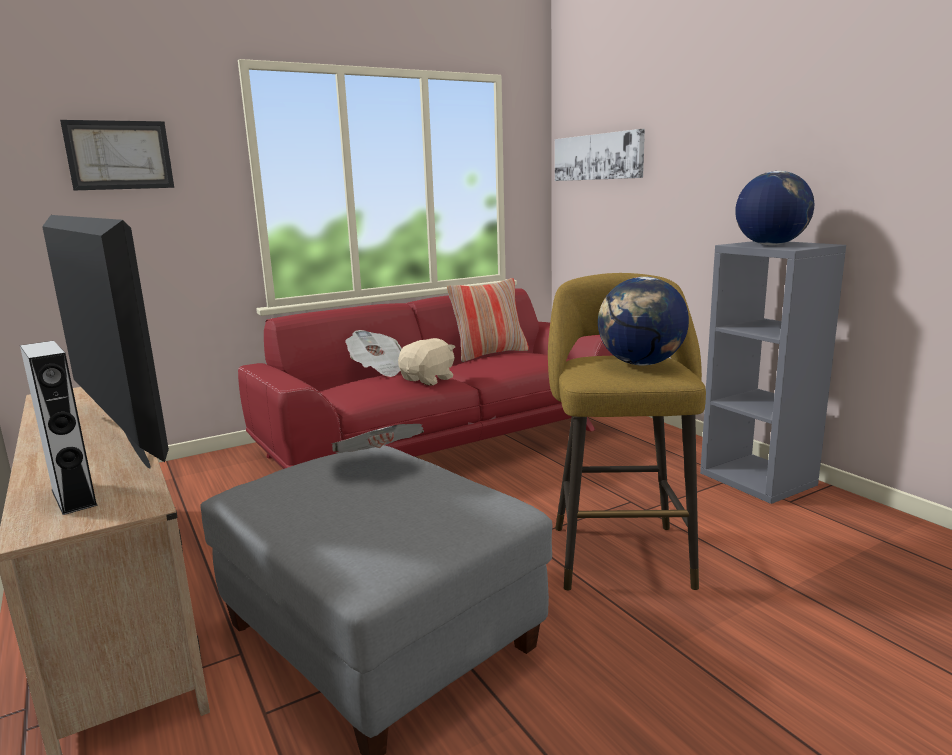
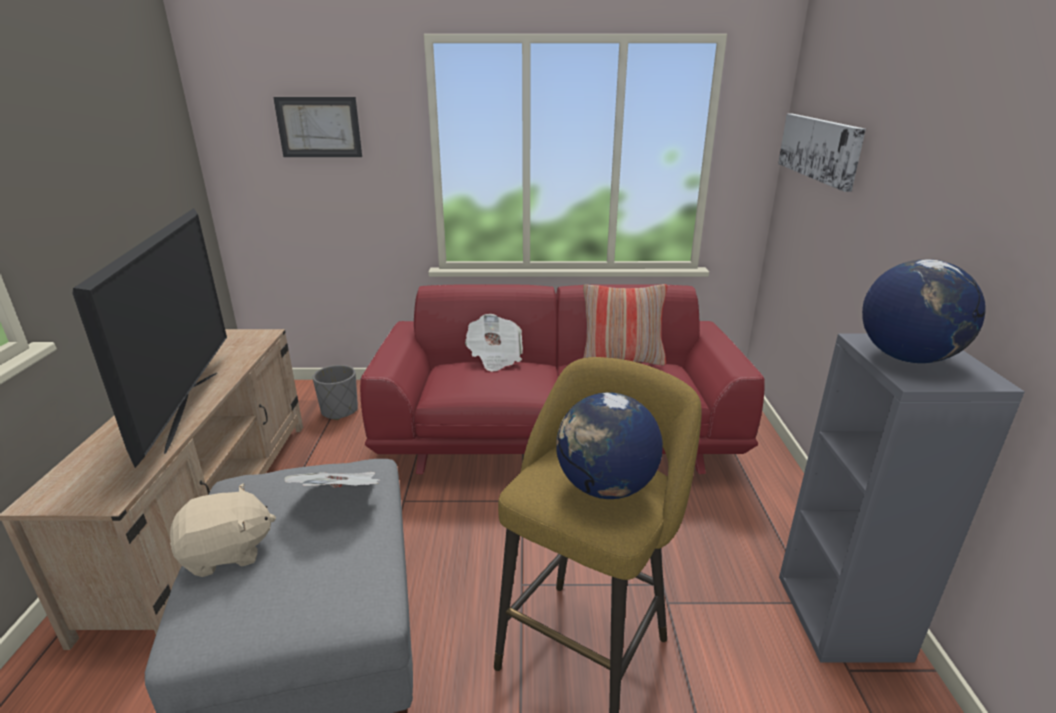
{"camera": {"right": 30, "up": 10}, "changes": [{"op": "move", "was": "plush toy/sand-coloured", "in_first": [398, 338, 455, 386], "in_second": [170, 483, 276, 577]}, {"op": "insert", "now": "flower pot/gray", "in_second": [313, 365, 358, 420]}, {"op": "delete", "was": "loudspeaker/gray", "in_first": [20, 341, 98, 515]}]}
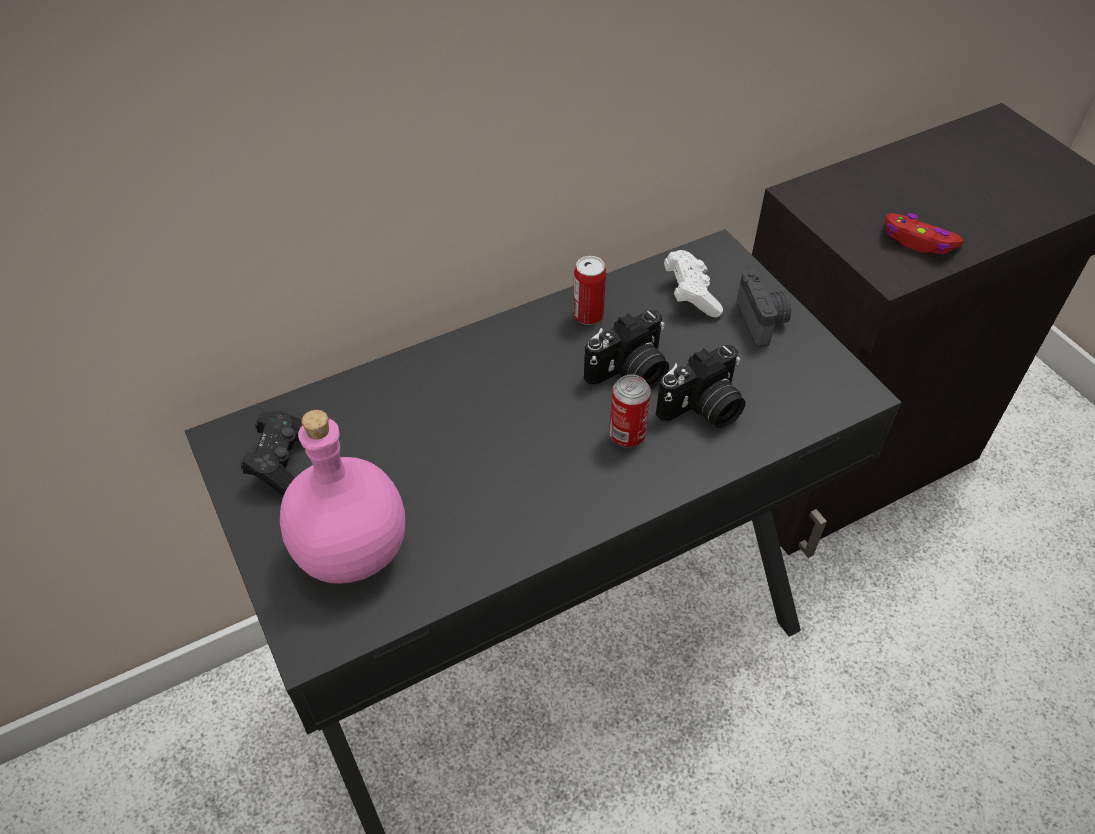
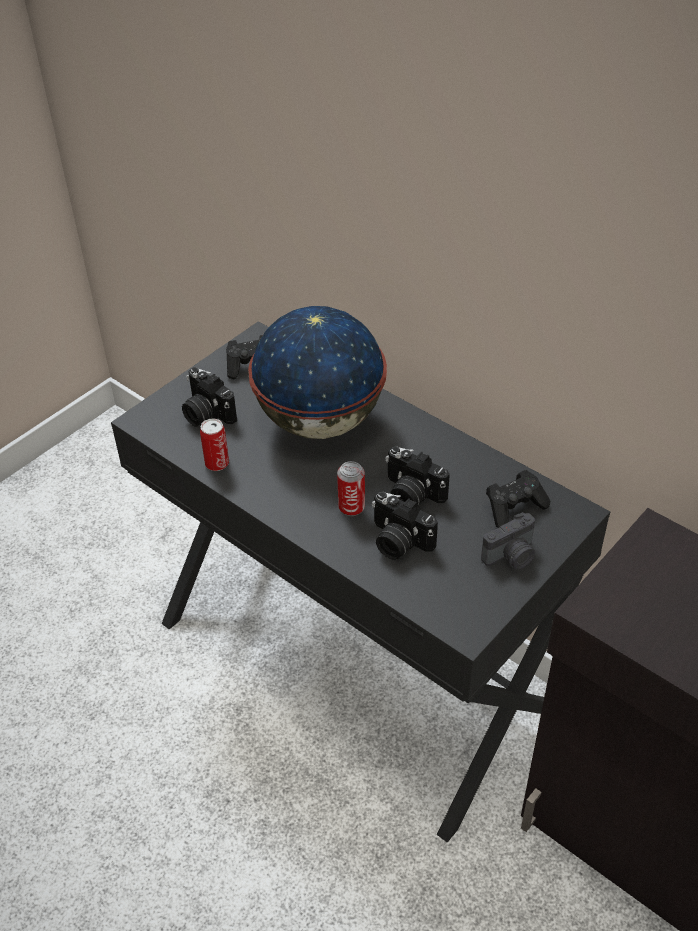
{"camera": {"right": 70, "up": -5}, "changes": [{"op": "replace", "was": "beverage bottle/pinkish", "now": "still camera", "in_first": [280, 410, 405, 584], "in_second": [182, 367, 237, 427]}, {"op": "move", "was": "can", "in_first": [573, 256, 606, 325], "in_second": [200, 419, 229, 471]}, {"op": "insert", "now": "globe", "in_second": [248, 306, 387, 439]}, {"op": "recolor", "was": "gamepad/white-coloured", "now": "gamepad/black", "in_first": [664, 250, 723, 317], "in_second": [486, 470, 550, 528]}, {"op": "delete", "was": "gamepad/red", "in_first": [885, 213, 964, 254]}]}
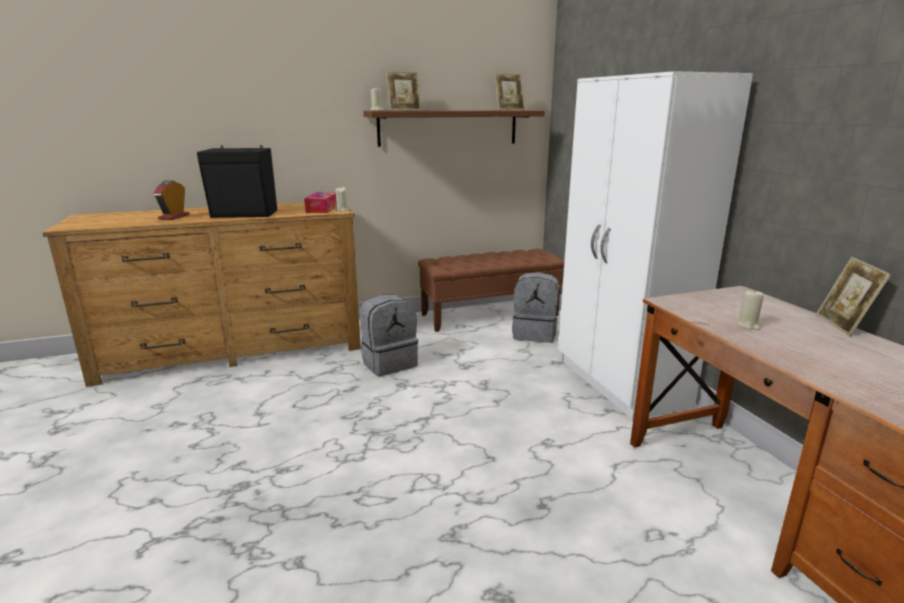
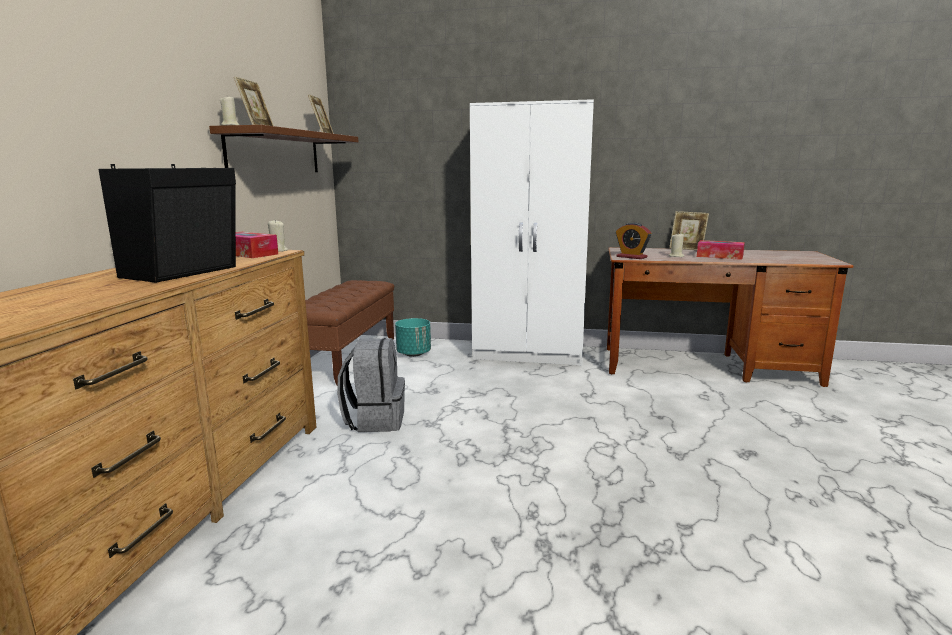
{"camera": {"right": -60, "up": -5}, "changes": [{"op": "replace", "was": "knapsack/gray", "now": "flower pot/turquoise", "in_first": [512, 272, 559, 343], "in_second": [395, 318, 431, 357]}, {"op": "move", "was": "table clock", "in_first": [154, 180, 189, 220], "in_second": [616, 223, 651, 259]}, {"op": "insert", "now": "box of tissues", "in_second": [697, 240, 745, 260]}]}
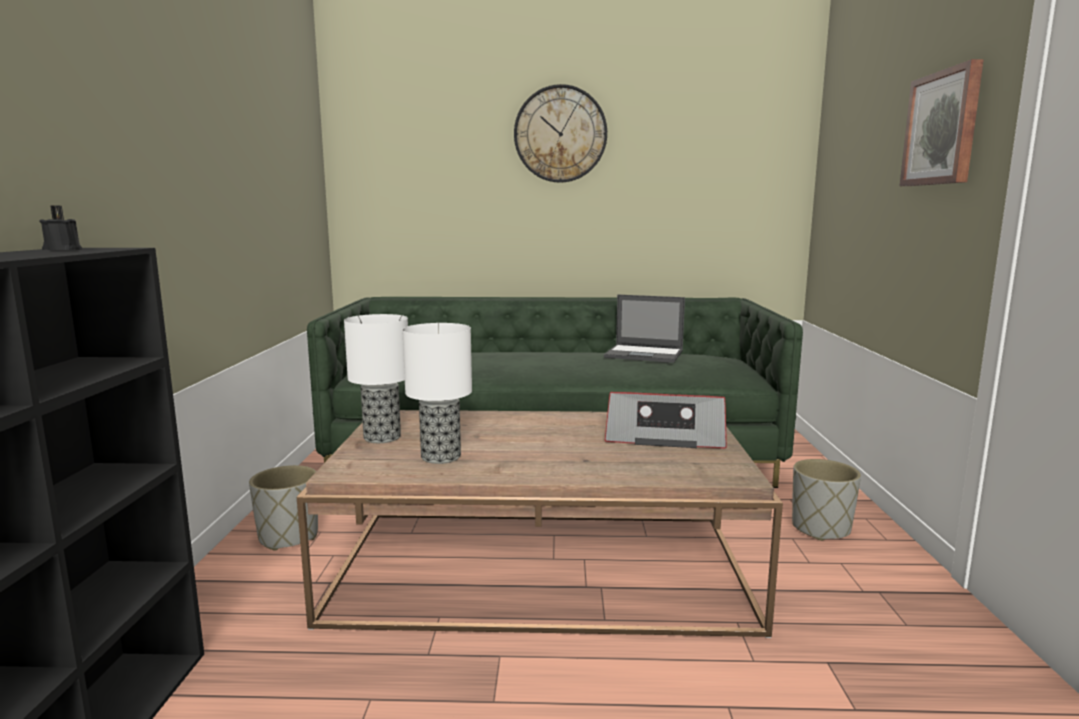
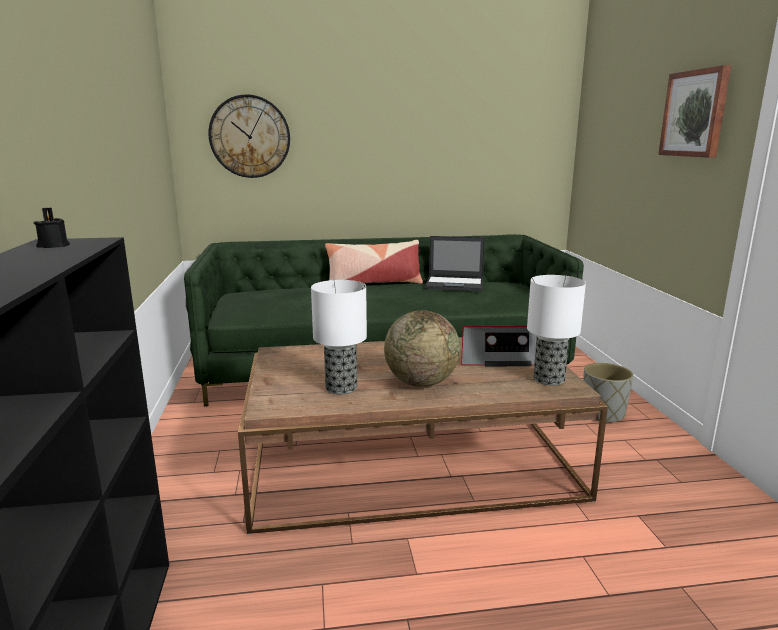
{"camera": {"right": -10, "up": 5}, "changes": [{"op": "move", "was": "wall clock", "in_first": [514, 84, 607, 183], "in_second": [208, 94, 290, 178]}, {"op": "insert", "now": "throw pillow", "in_second": [325, 240, 423, 284]}, {"op": "insert", "now": "globe", "in_second": [384, 310, 460, 387]}, {"op": "move", "was": "lamp for a table", "in_first": [344, 314, 408, 443], "in_second": [527, 275, 586, 385]}, {"op": "delete", "was": "flower pot/gray", "in_first": [249, 465, 318, 551]}]}
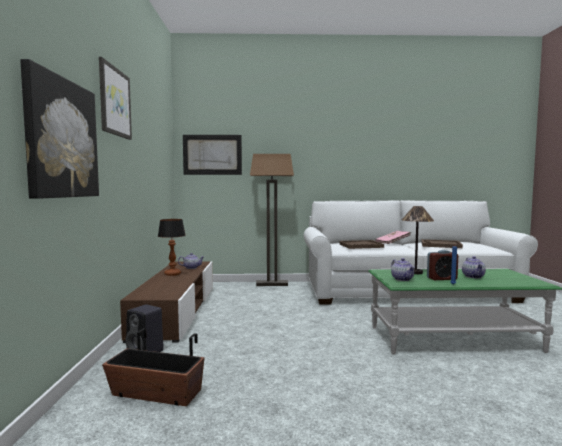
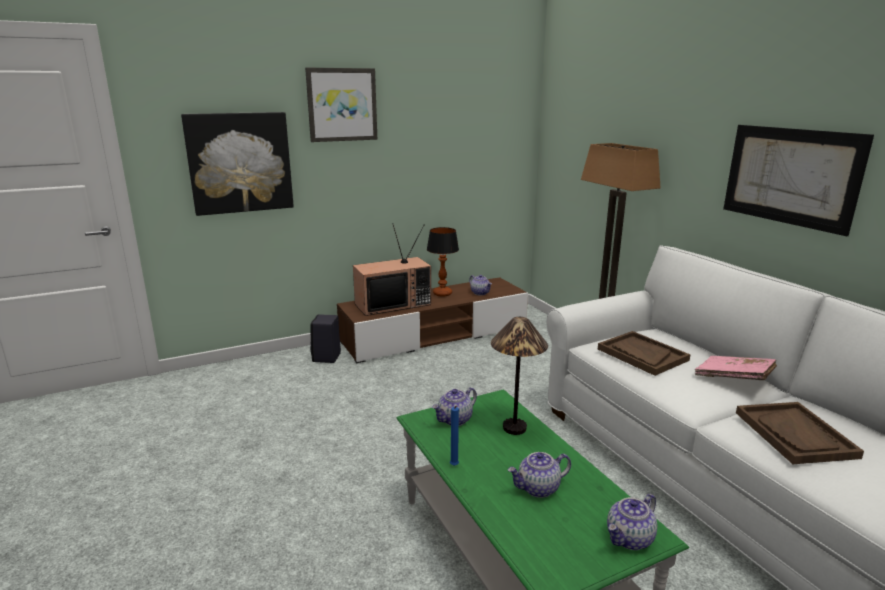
{"camera": {"right": 65, "up": 15}, "changes": [{"op": "insert", "now": "television", "in_second": [353, 223, 431, 316]}, {"op": "insert", "now": "pot for tea", "in_second": [607, 494, 657, 550]}, {"op": "move", "was": "wall picture", "in_first": [183, 135, 242, 175], "in_second": [723, 125, 874, 236]}, {"op": "delete", "was": "flower pot", "in_first": [102, 328, 205, 406]}, {"op": "delete", "was": "table clock", "in_first": [427, 250, 458, 280]}]}
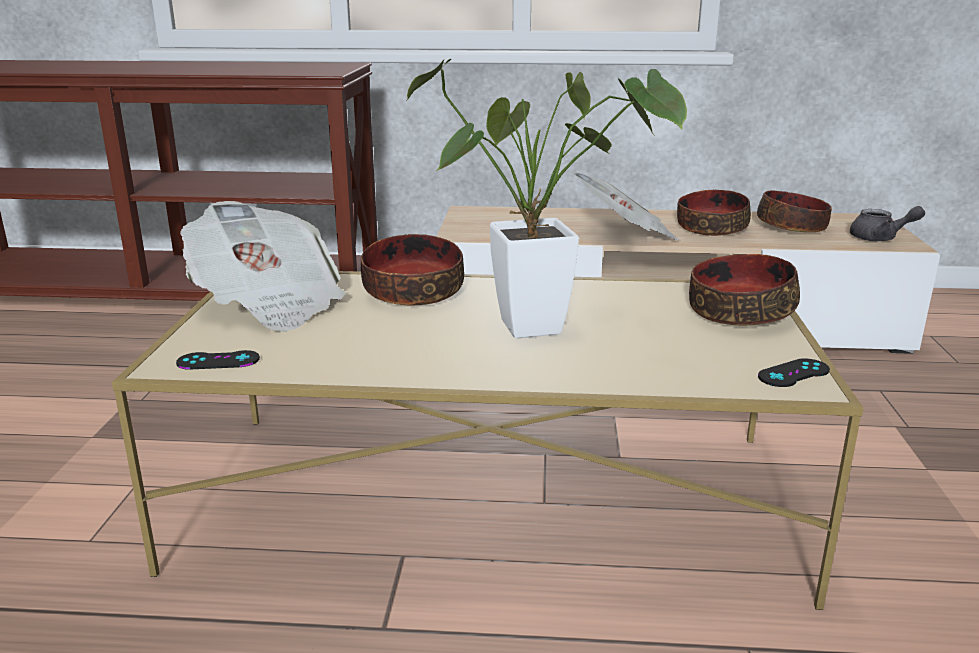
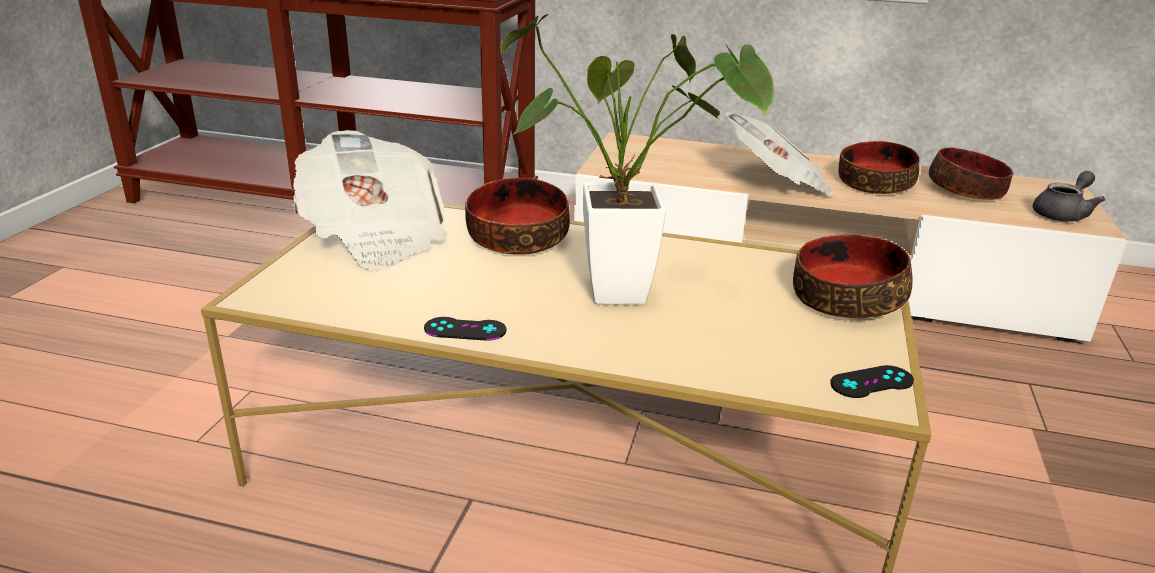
{"camera": {"right": 10, "up": 5}, "changes": [{"op": "move", "was": "gamepad/black", "in_first": [176, 350, 260, 369], "in_second": [424, 317, 506, 341]}, {"op": "rotate", "was": "pot for tea/gray", "in_first": [850, 206, 925, 241], "in_second": [1033, 171, 1105, 222], "clockwise": -60}]}
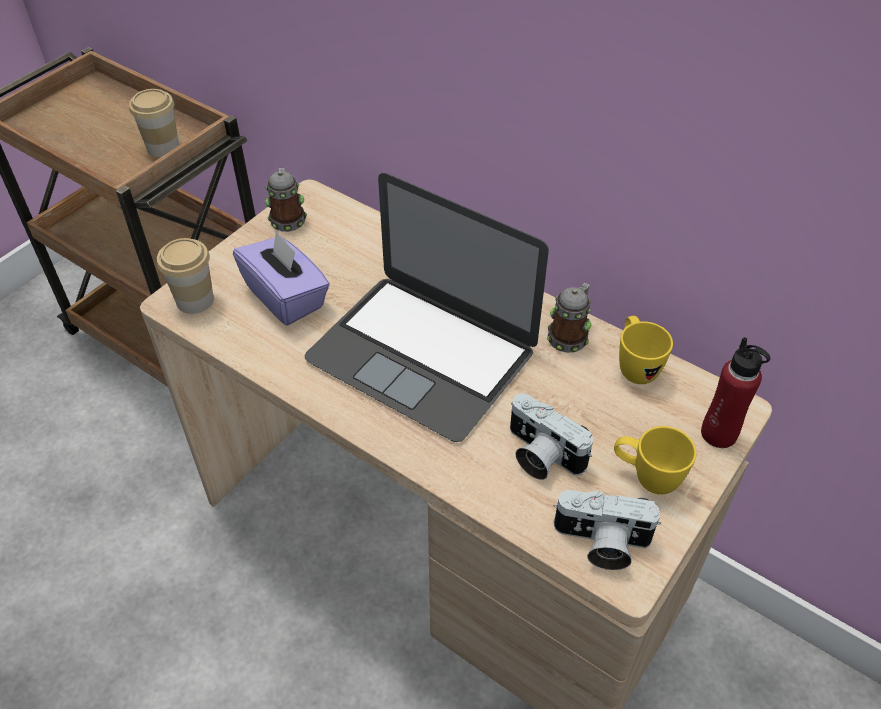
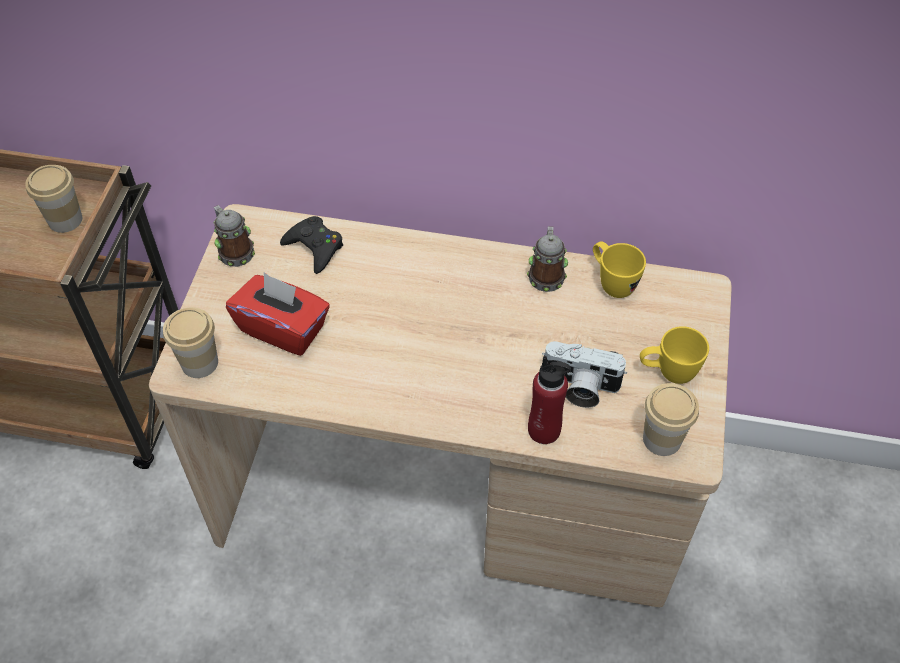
{"camera": {"right": -25, "up": 5}, "changes": [{"op": "recolor", "was": "box of tissues/purple", "now": "box of tissues/red", "in_first": [233, 230, 330, 326], "in_second": [226, 272, 330, 356]}, {"op": "insert", "now": "gamepad/black", "in_second": [280, 216, 343, 274]}, {"op": "move", "was": "beverage bottle/red", "in_first": [701, 337, 770, 448], "in_second": [528, 356, 571, 444]}, {"op": "replace", "was": "still camera", "now": "cup", "in_first": [553, 490, 661, 570], "in_second": [643, 383, 699, 456]}, {"op": "delete", "was": "laptop", "in_first": [304, 173, 549, 442]}]}
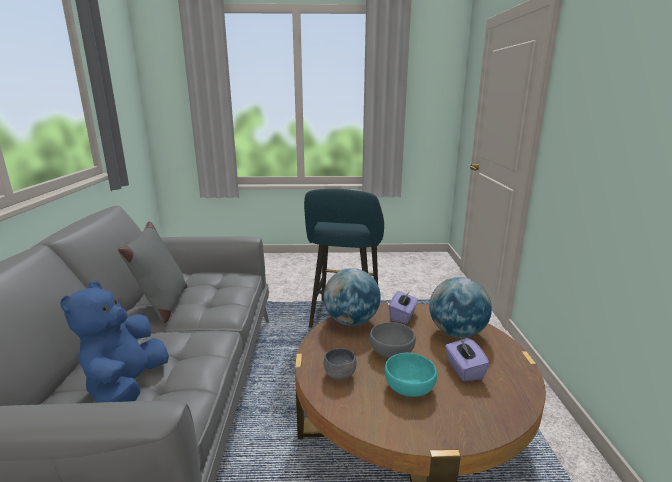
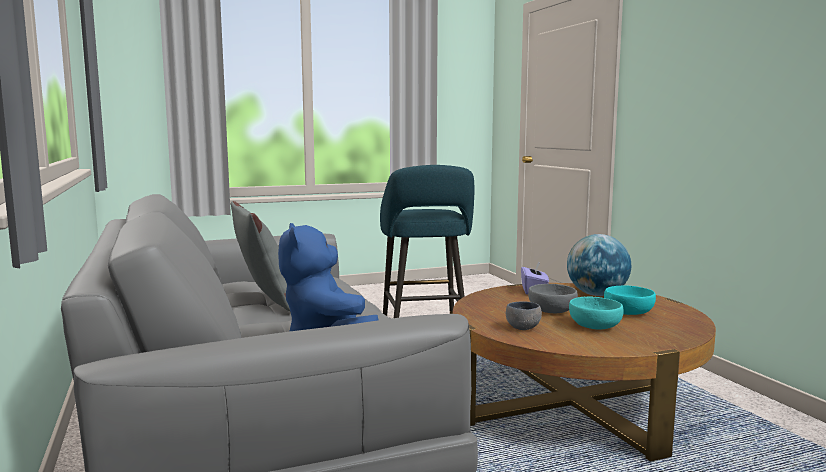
{"camera": {"right": -20, "up": -10}, "changes": [{"op": "replace", "was": "box of tissues/purple", "now": "deep dish/turquoise", "in_first": [445, 337, 490, 381], "in_second": [604, 285, 656, 315]}, {"op": "delete", "was": "globe", "in_first": [324, 268, 381, 326]}]}
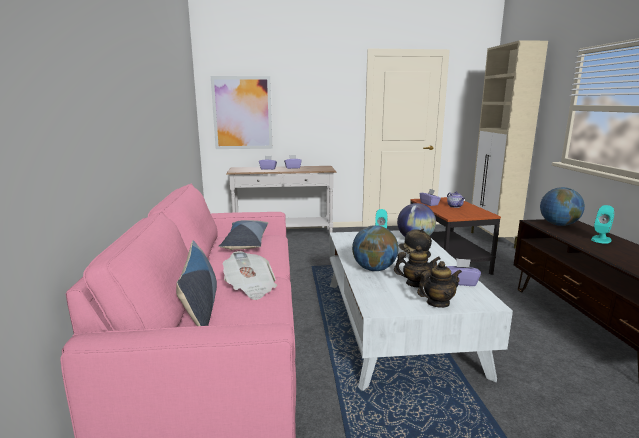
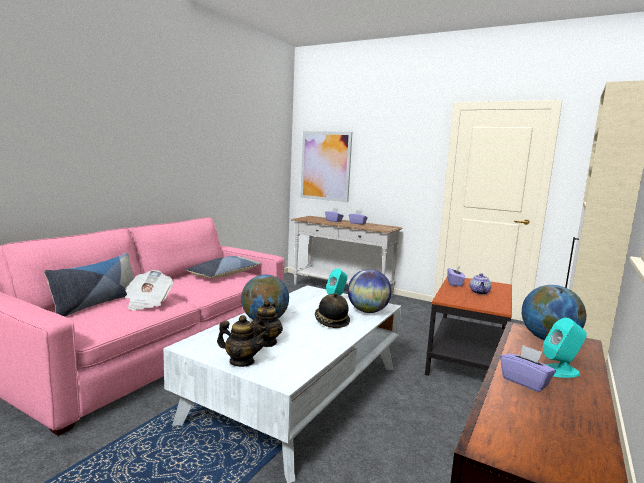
{"camera": {"right": 35, "up": -5}, "changes": [{"op": "rotate", "was": "pot for tea", "in_first": [394, 246, 441, 287], "in_second": [251, 300, 283, 347], "clockwise": 60}, {"op": "move", "was": "box of tissues/purple", "in_first": [446, 258, 481, 286], "in_second": [500, 345, 556, 392]}]}
